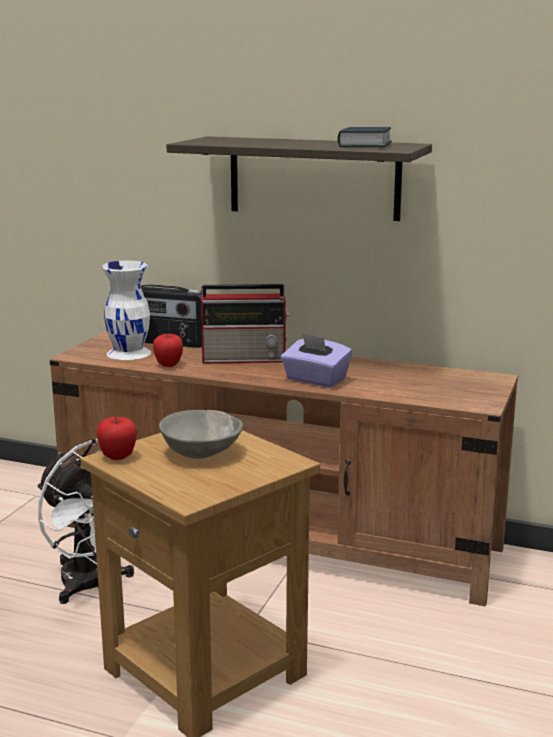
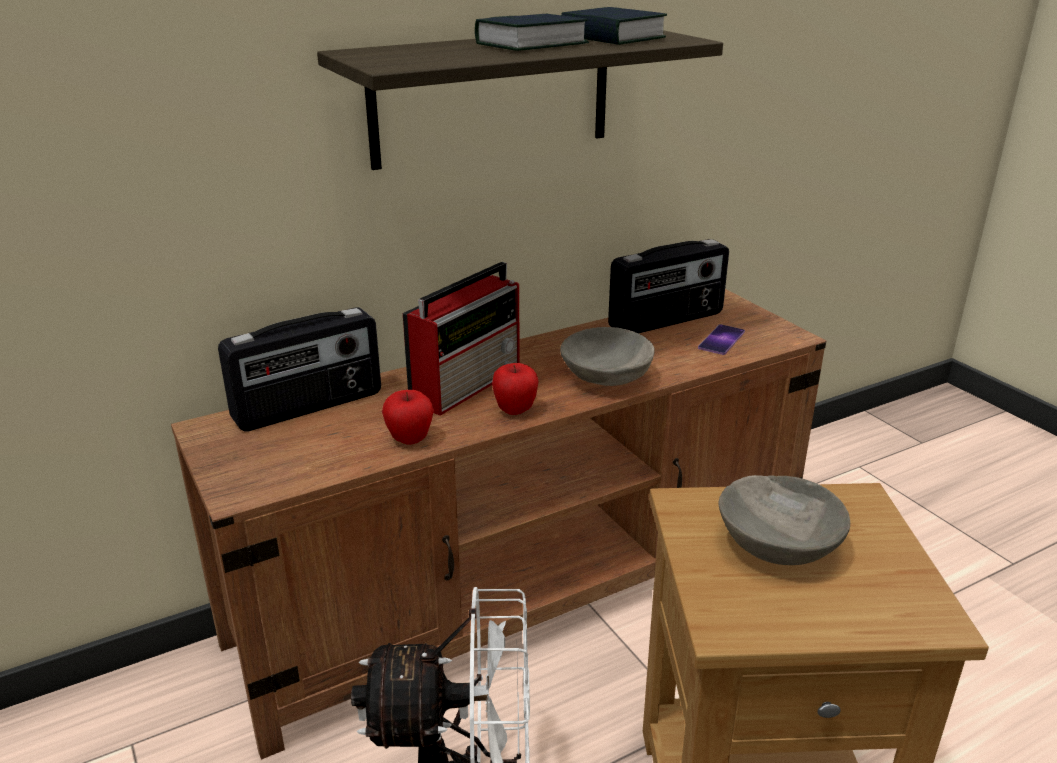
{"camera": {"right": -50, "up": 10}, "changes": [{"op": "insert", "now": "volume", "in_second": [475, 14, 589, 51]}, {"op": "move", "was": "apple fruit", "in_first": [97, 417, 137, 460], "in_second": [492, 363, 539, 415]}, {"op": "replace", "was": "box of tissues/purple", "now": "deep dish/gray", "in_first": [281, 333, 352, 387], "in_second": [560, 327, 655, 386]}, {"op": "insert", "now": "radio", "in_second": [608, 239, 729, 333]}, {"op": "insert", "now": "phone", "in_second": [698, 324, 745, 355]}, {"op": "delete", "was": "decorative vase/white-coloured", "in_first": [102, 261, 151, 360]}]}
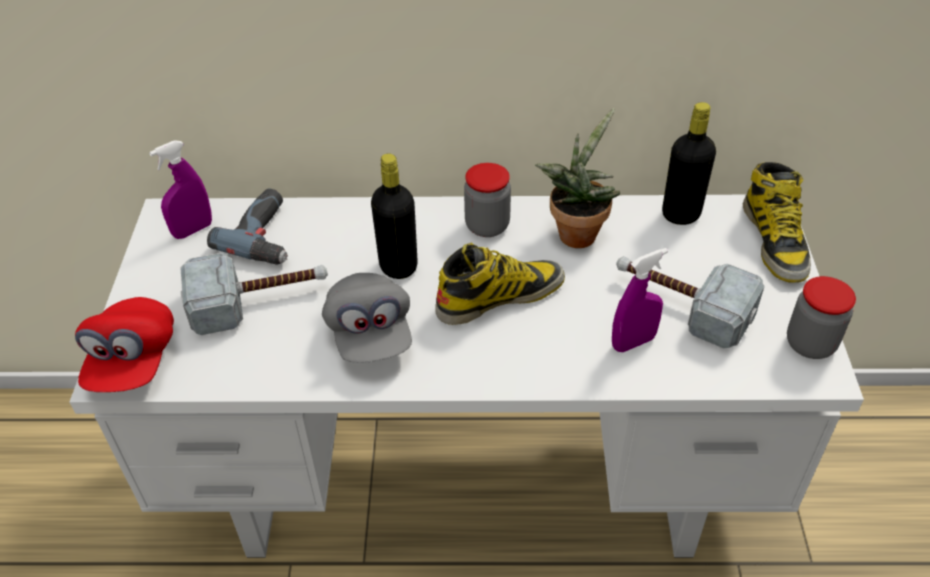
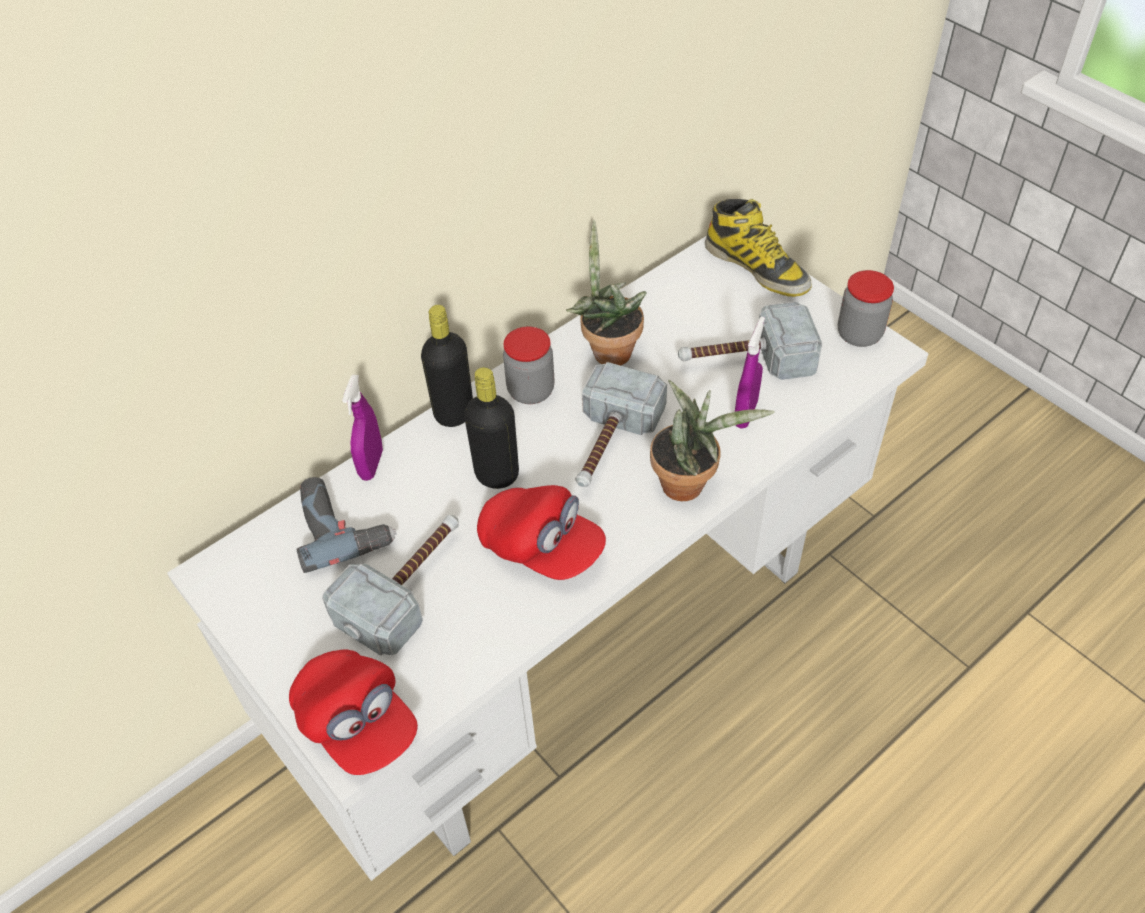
{"camera": {"right": -40, "up": 5}, "changes": [{"op": "move", "was": "sprayer/purple", "in_first": [149, 140, 212, 239], "in_second": [342, 374, 383, 481]}, {"op": "move", "was": "beverage bottle/black", "in_first": [662, 102, 716, 225], "in_second": [421, 305, 473, 427]}, {"op": "recolor", "was": "baseball cap/gray", "now": "baseball cap/red", "in_first": [322, 273, 412, 363], "in_second": [477, 485, 606, 580]}, {"op": "replace", "was": "high-top boot", "now": "hammer", "in_first": [435, 243, 565, 325], "in_second": [575, 362, 667, 487]}, {"op": "insert", "now": "plant in a pot", "in_second": [650, 380, 774, 501]}]}
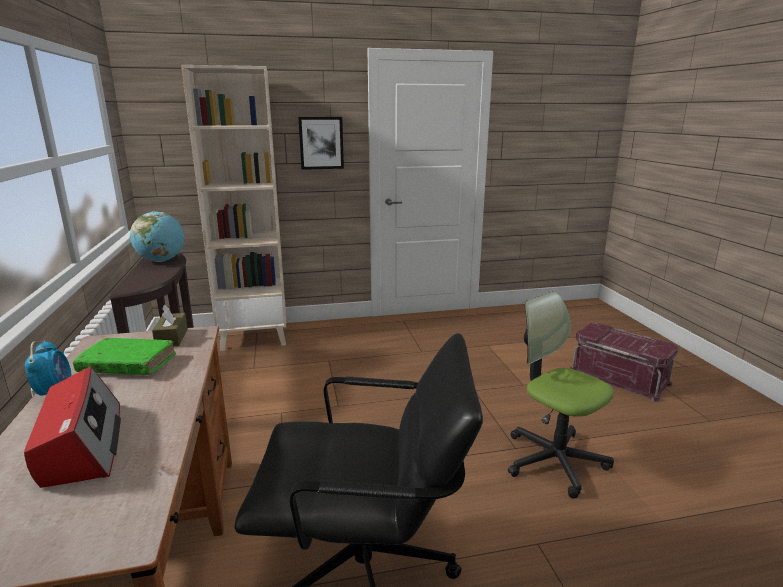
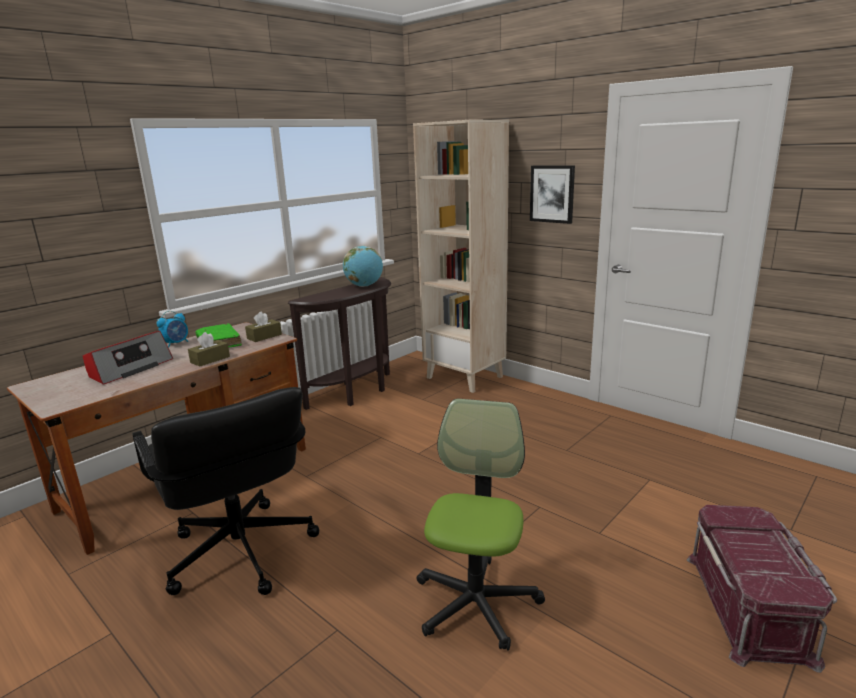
{"camera": {"right": 55, "up": 0}, "changes": [{"op": "insert", "now": "box of tissues/brown", "in_second": [188, 332, 230, 366]}]}
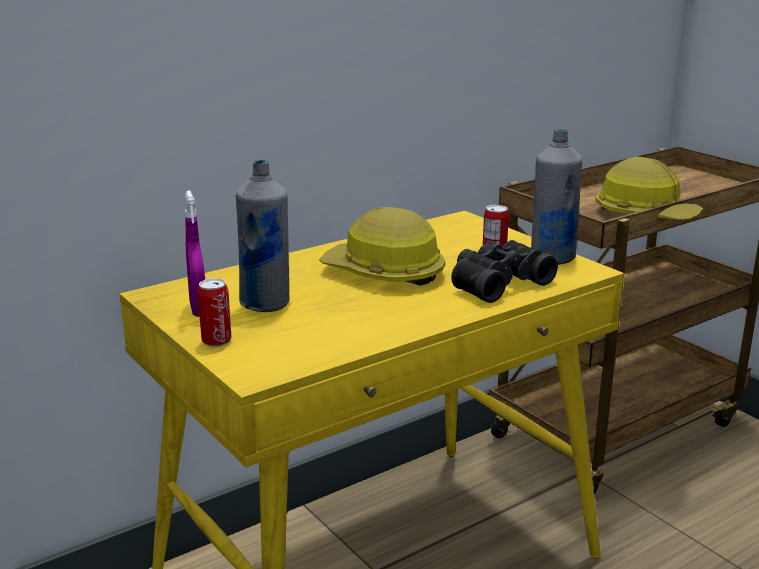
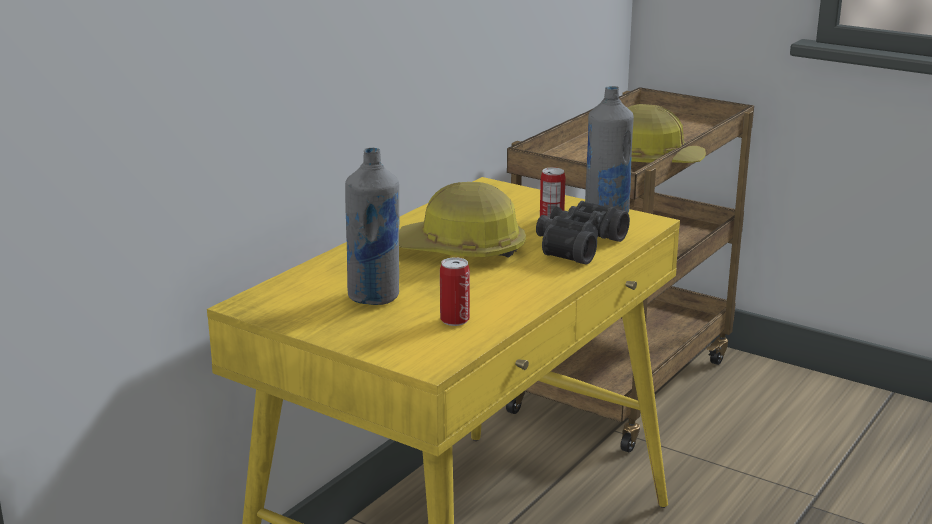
{"camera": {"right": -20, "up": 0}, "changes": [{"op": "move", "was": "can", "in_first": [198, 278, 231, 347], "in_second": [440, 257, 470, 326]}, {"op": "delete", "was": "sprayer/purple", "in_first": [185, 191, 205, 317]}]}
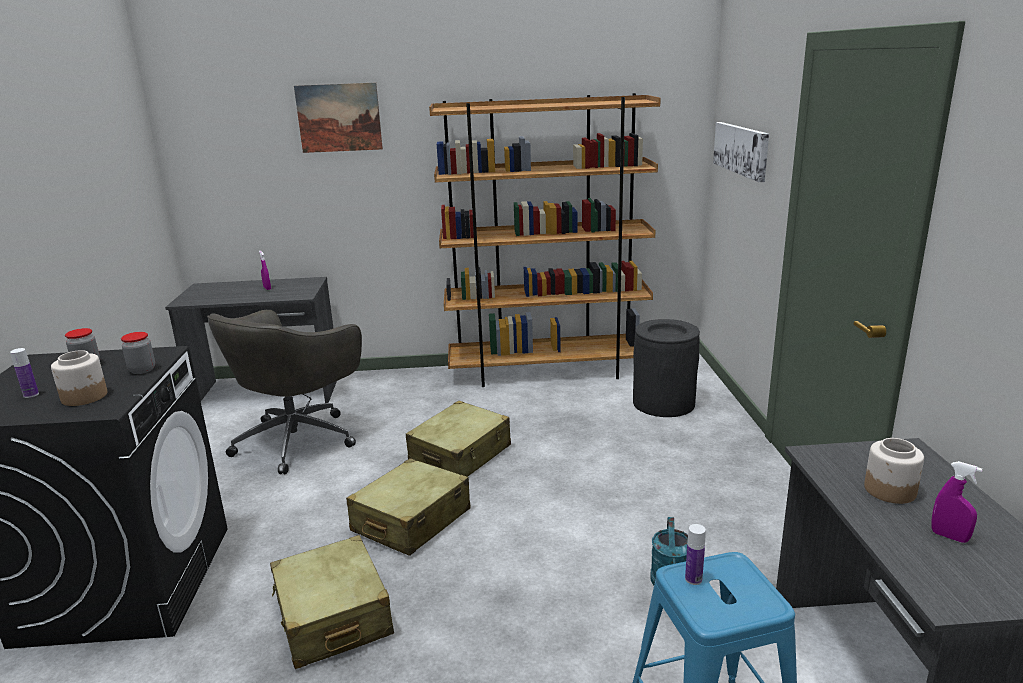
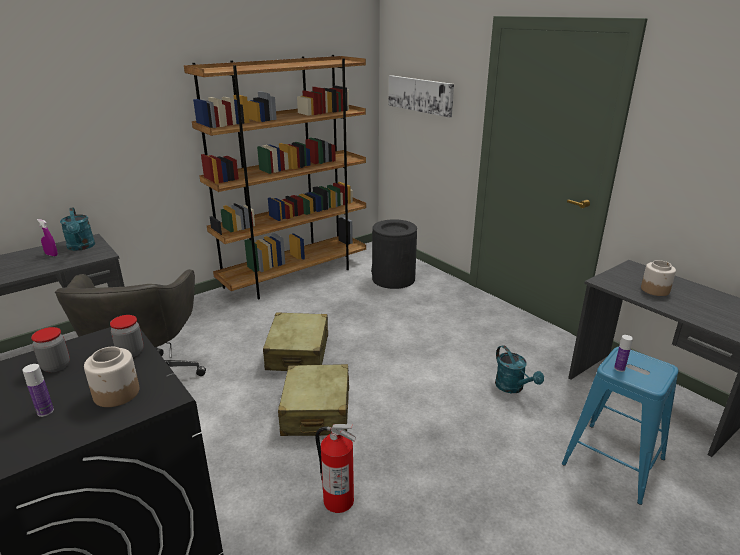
{"camera": {"right": -35, "up": 5}, "changes": [{"op": "insert", "now": "watering pot/turquoise", "in_second": [60, 207, 95, 251]}, {"op": "replace", "was": "suitcase/sand-coloured", "now": "fire extinguisher", "in_first": [270, 535, 394, 669], "in_second": [315, 424, 356, 513]}, {"op": "delete", "was": "wall picture", "in_first": [294, 83, 383, 153]}, {"op": "delete", "was": "sprayer/purple", "in_first": [931, 461, 983, 543]}]}
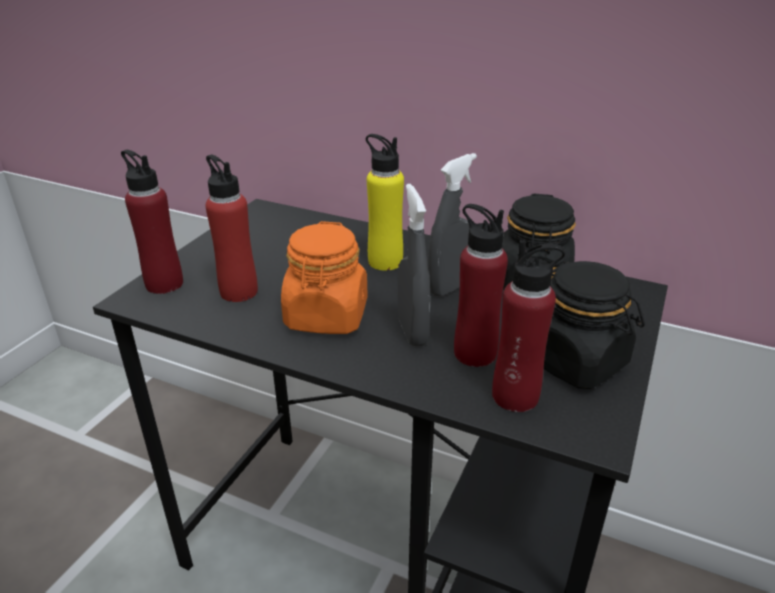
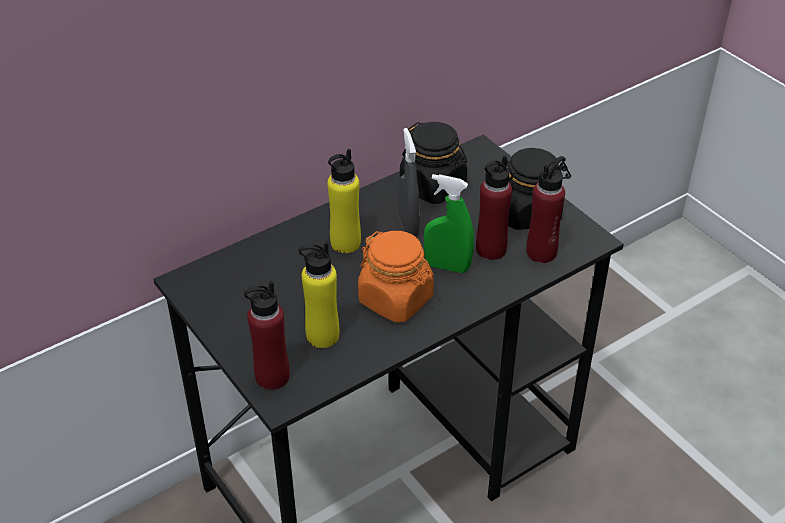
{"camera": {"right": -60, "up": 10}, "changes": [{"op": "recolor", "was": "beverage bottle/red", "now": "beverage bottle/yellow-coloured", "in_first": [205, 154, 258, 302], "in_second": [299, 242, 339, 348]}, {"op": "recolor", "was": "sprayer/gray", "now": "sprayer/green", "in_first": [398, 184, 430, 347], "in_second": [424, 174, 474, 273]}]}
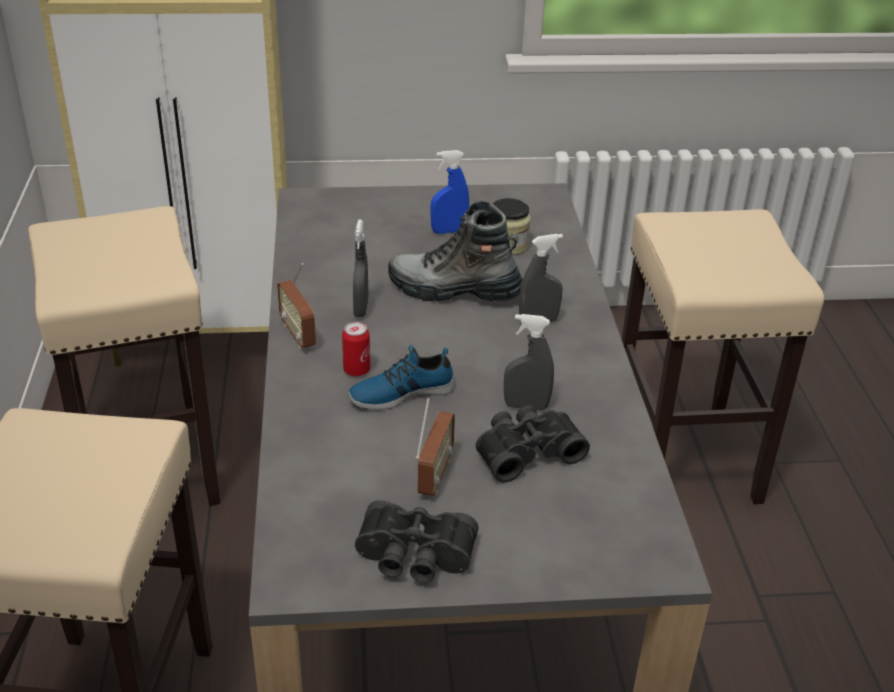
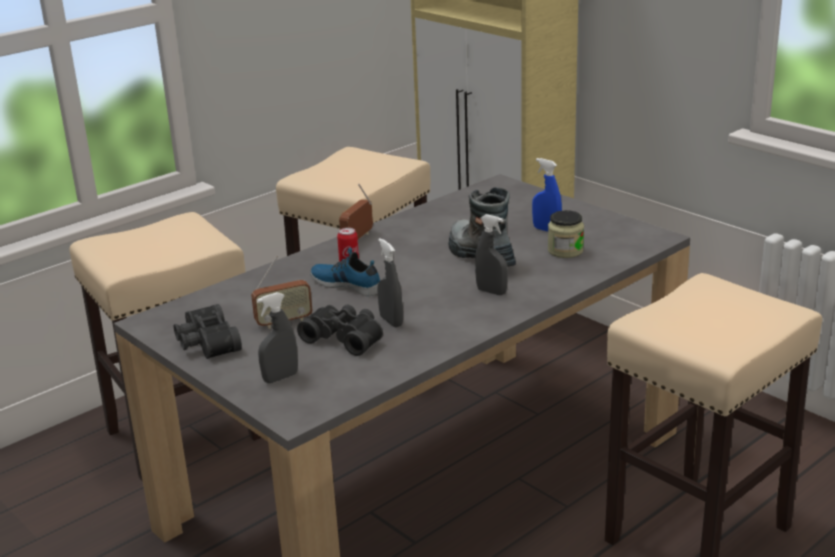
{"camera": {"right": 55, "up": -10}, "changes": [{"op": "move", "was": "sprayer/gray", "in_first": [353, 220, 368, 317], "in_second": [257, 292, 298, 383]}]}
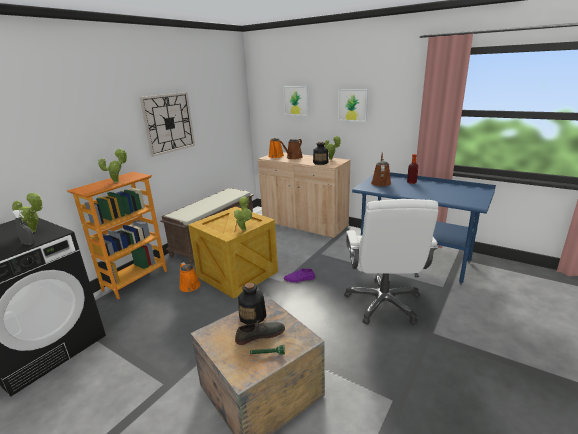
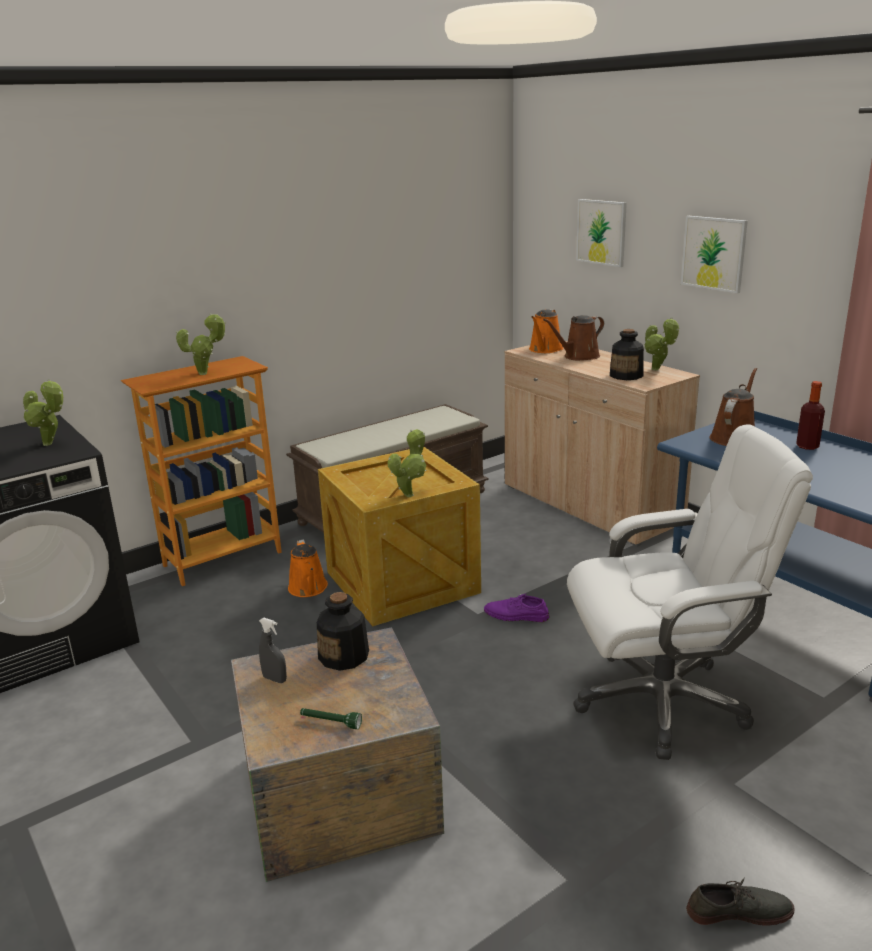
{"camera": {"right": 20, "up": 0}, "changes": [{"op": "move", "was": "sprayer/gray", "in_first": [13, 210, 35, 245], "in_second": [259, 618, 287, 683]}, {"op": "rotate", "was": "desk chair/white-coloured", "in_first": [344, 199, 439, 325], "in_second": [567, 425, 813, 760], "clockwise": -120}, {"op": "move", "was": "low shoe/gray", "in_first": [235, 318, 285, 345], "in_second": [686, 877, 794, 926]}, {"op": "delete", "was": "wall clock", "in_first": [140, 92, 195, 157]}]}
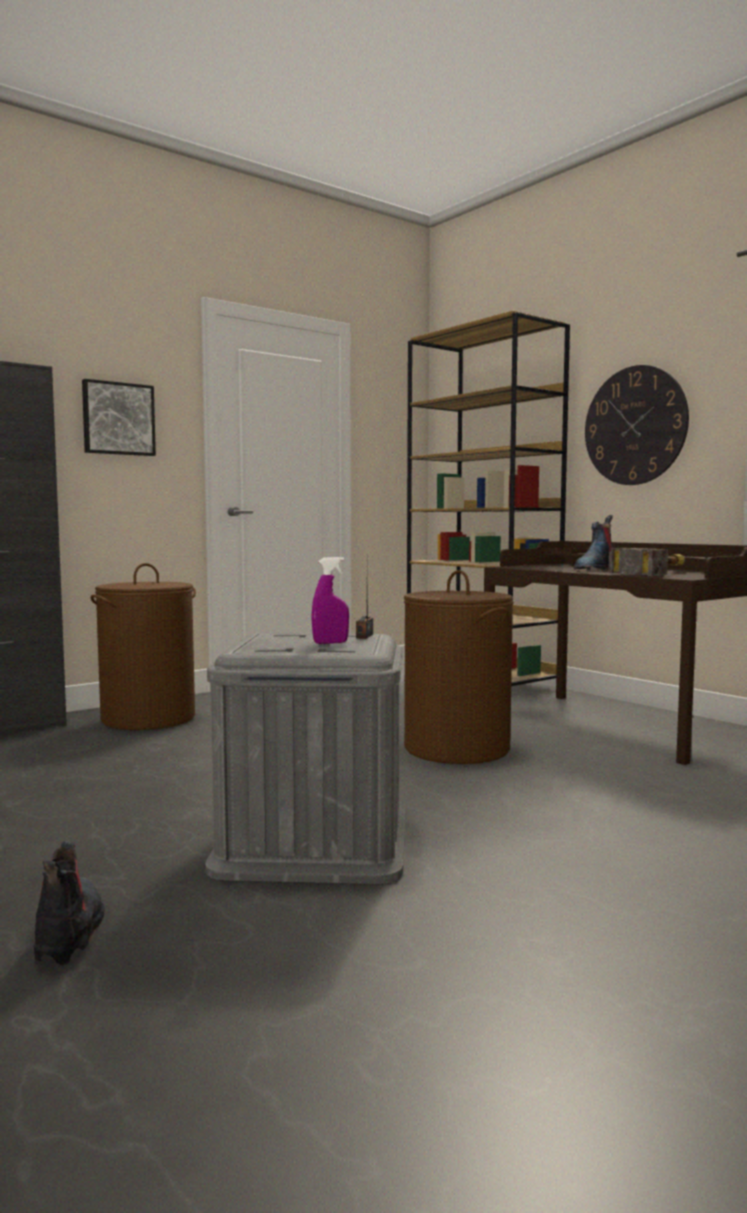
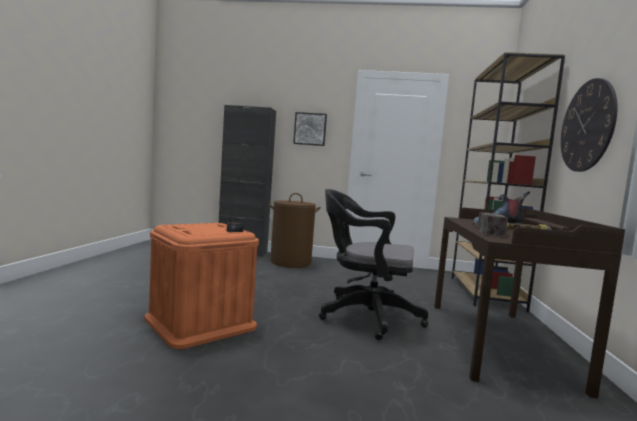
{"camera": {"right": 45, "up": 0}, "changes": [{"op": "recolor", "was": "storage box/gray", "now": "storage box/orange-coloured", "in_first": [205, 633, 405, 884], "in_second": [145, 223, 259, 349]}, {"op": "replace", "was": "washing basket/brown", "now": "desk chair/black", "in_first": [403, 570, 514, 764], "in_second": [319, 189, 428, 340]}, {"op": "delete", "was": "high-top boot", "in_first": [34, 841, 105, 966]}, {"op": "delete", "was": "sprayer/purple", "in_first": [311, 557, 349, 644]}]}
